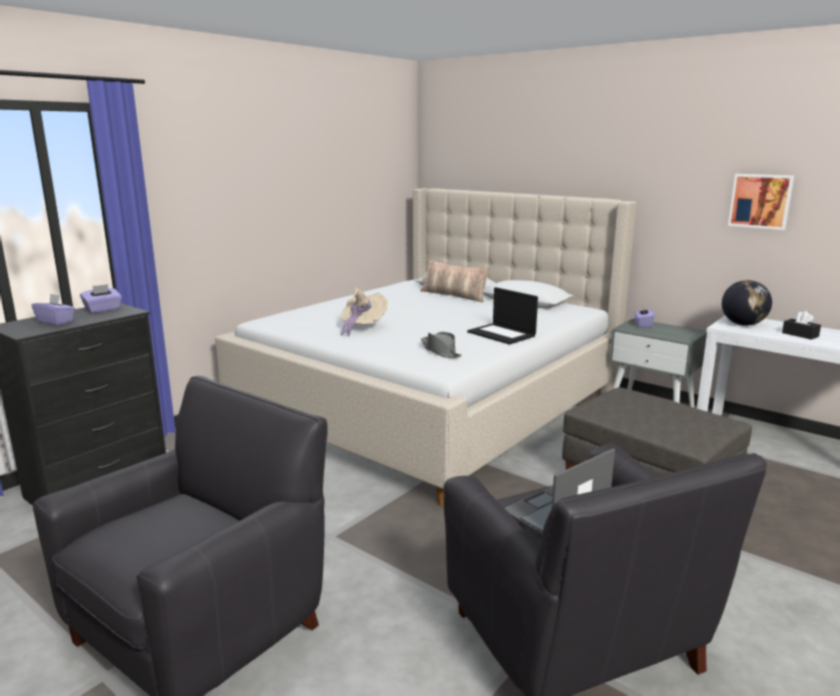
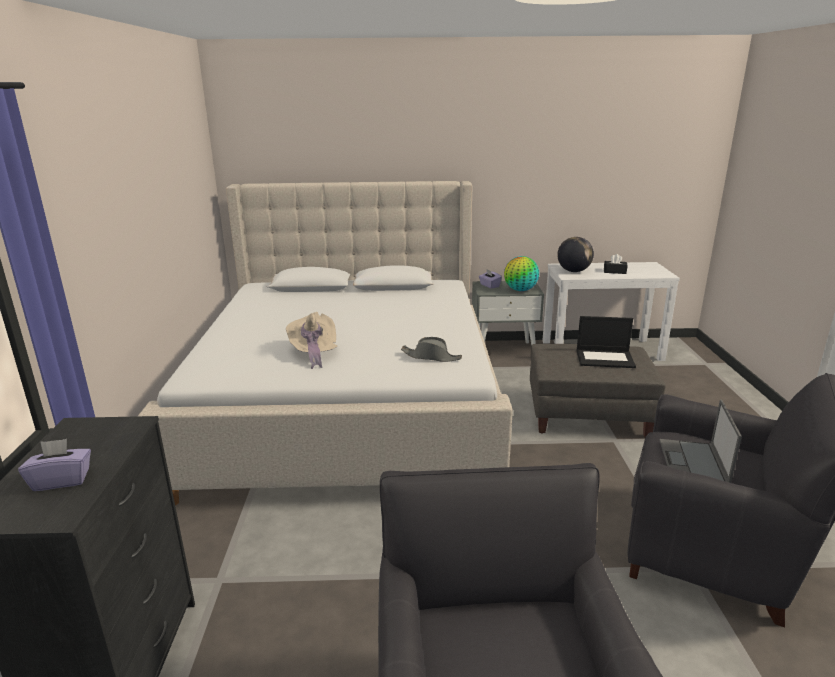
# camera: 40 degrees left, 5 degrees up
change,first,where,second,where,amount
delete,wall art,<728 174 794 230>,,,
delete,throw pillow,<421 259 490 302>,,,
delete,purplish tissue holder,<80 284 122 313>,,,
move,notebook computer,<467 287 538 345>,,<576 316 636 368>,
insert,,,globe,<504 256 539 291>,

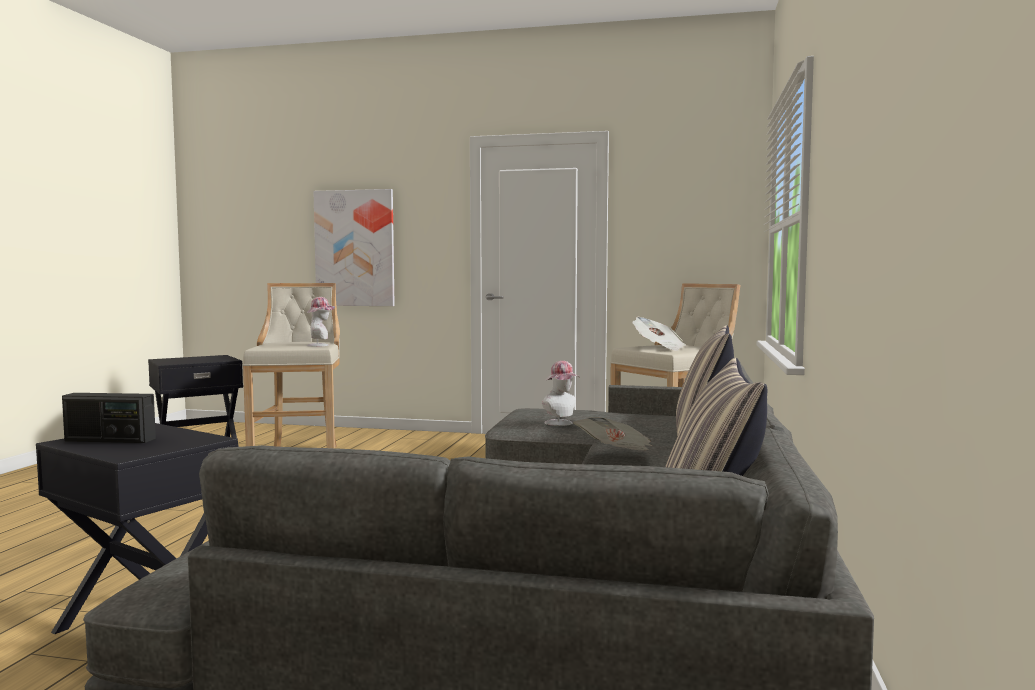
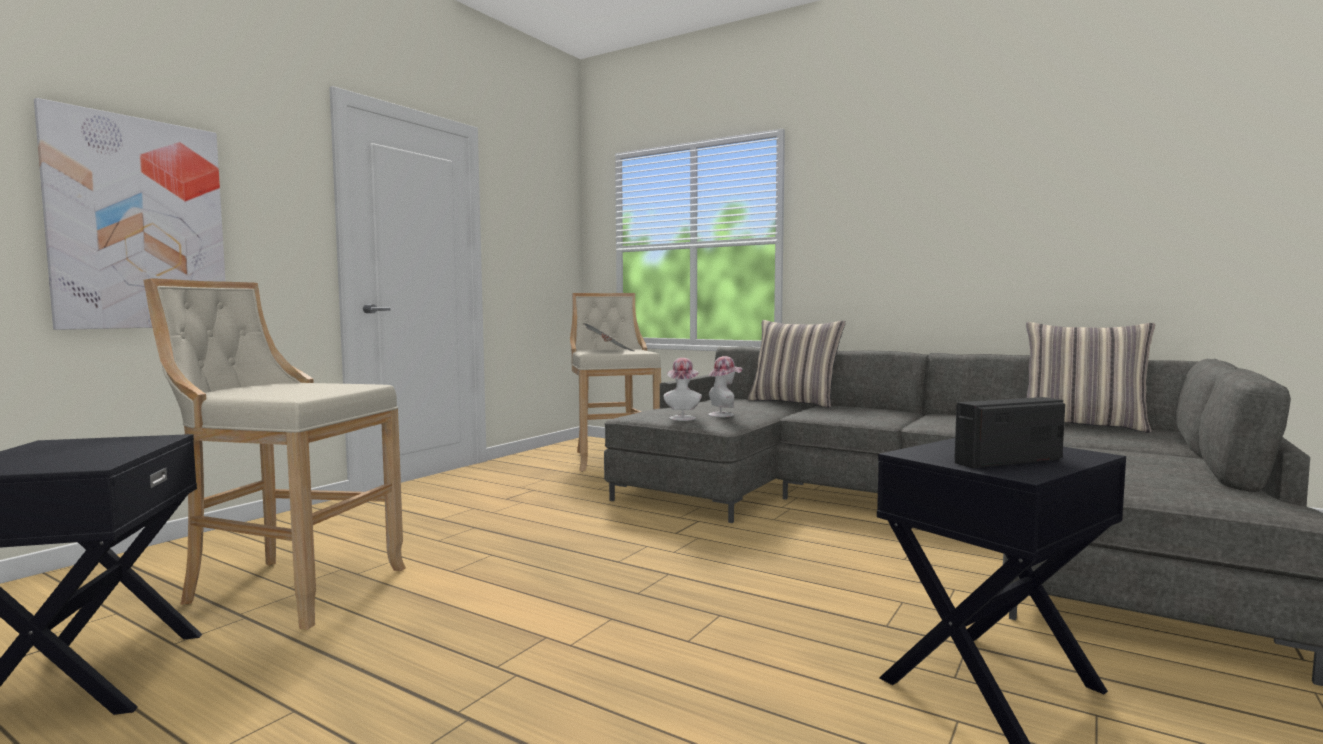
# camera: 70 degrees left, 0 degrees up
change,first,where,second,where,amount
move,clothing hat,<306 297 336 347>,,<663 358 702 421>,
rotate,radio set,<62 393 156 443>,,<954 397 1065 468>,135 degrees counterclockwise
delete,printed paper,<573 417 652 450>,,,

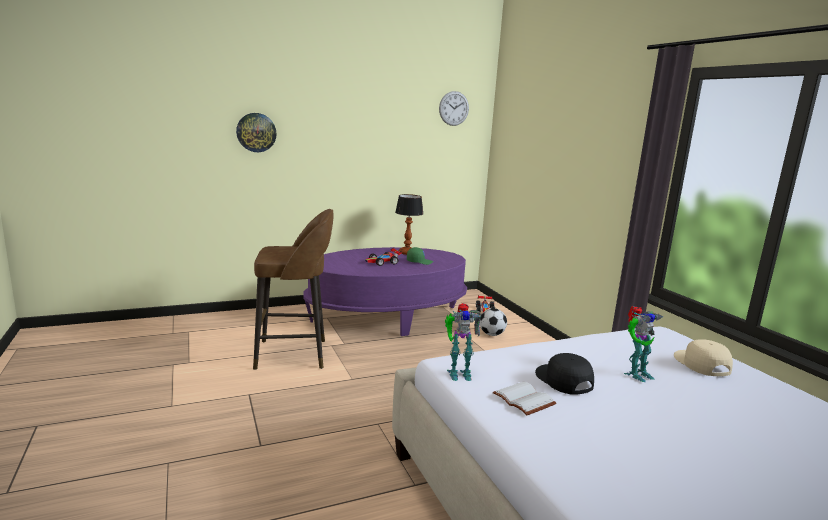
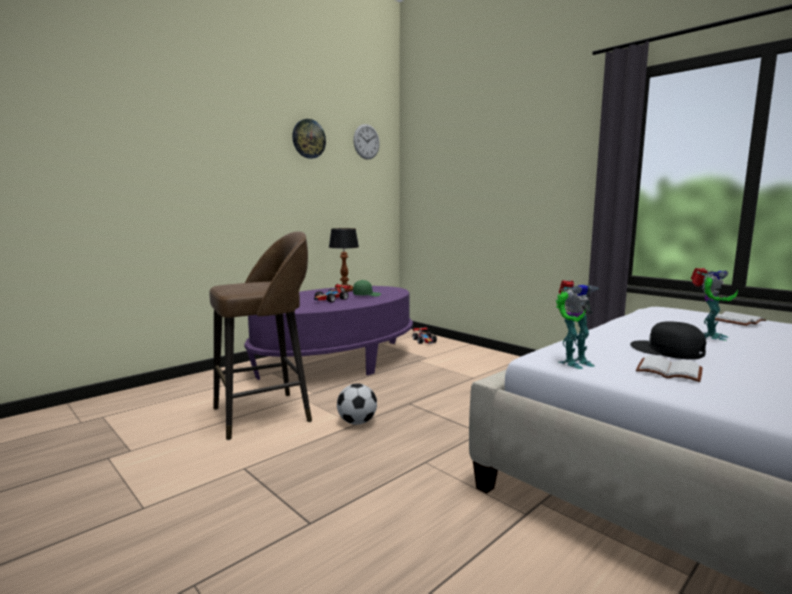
# camera: 20 degrees left, 5 degrees down
change,first,where,second,where,amount
move,clock on the wall,<236 113 277 152>,,<292 119 326 159>,
move,football,<480 308 507 336>,,<337 383 377 425>,
replace,beige-coloured baseball cap,<674 339 733 376>,white-coloured volume,<715 311 766 326>,

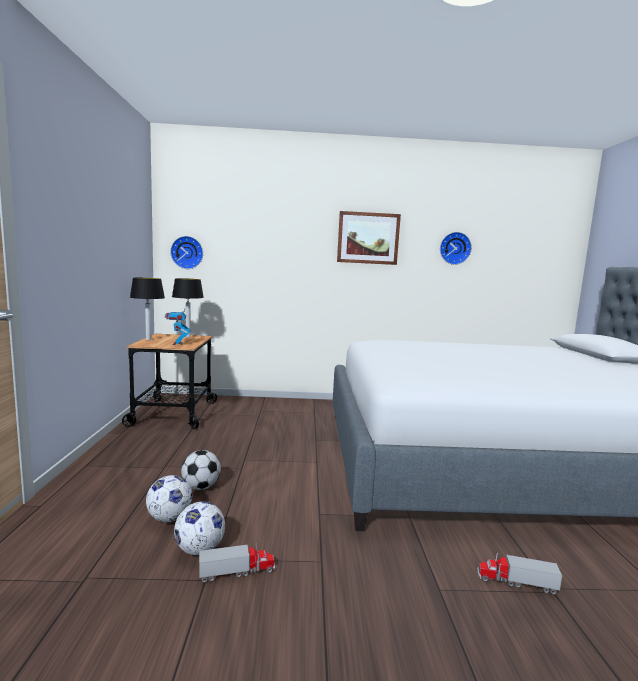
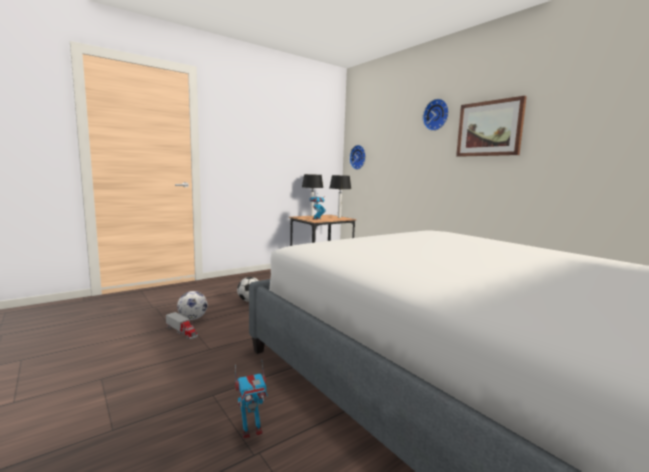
# camera: 55 degrees right, 0 degrees up
change,first,where,second,where,amount
move,clock on the wall,<440 232 472 265>,,<423 99 449 131>,
delete,football,<146 475 193 522>,,,
replace,toy lorry,<477 553 562 595>,toy robot,<235 364 268 438>,

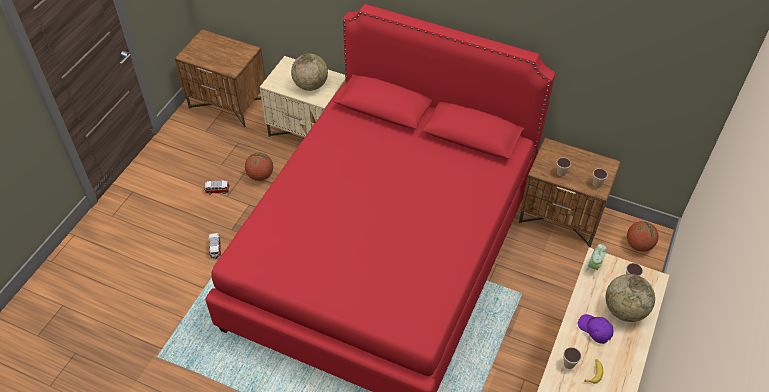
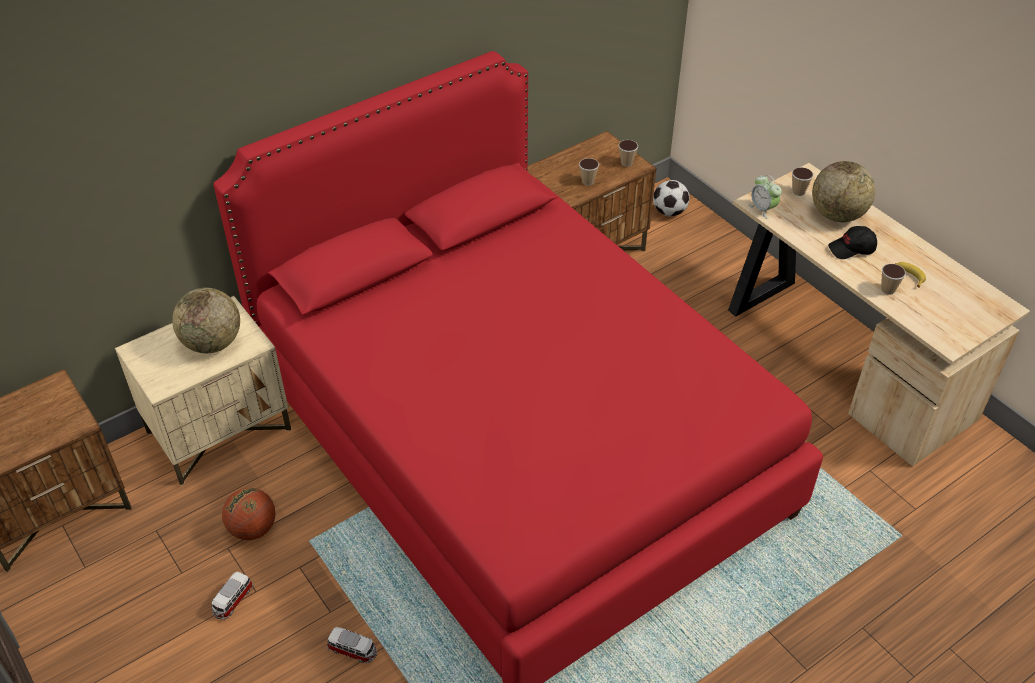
# camera: 60 degrees left, 5 degrees down
change,first,where,second,where,amount
replace,basketball,<627 221 658 252>,football,<653 180 690 217>,
recolor,purplish baseball cap,<578 314 613 344>,blackish baseball cap,<828 226 877 259>,

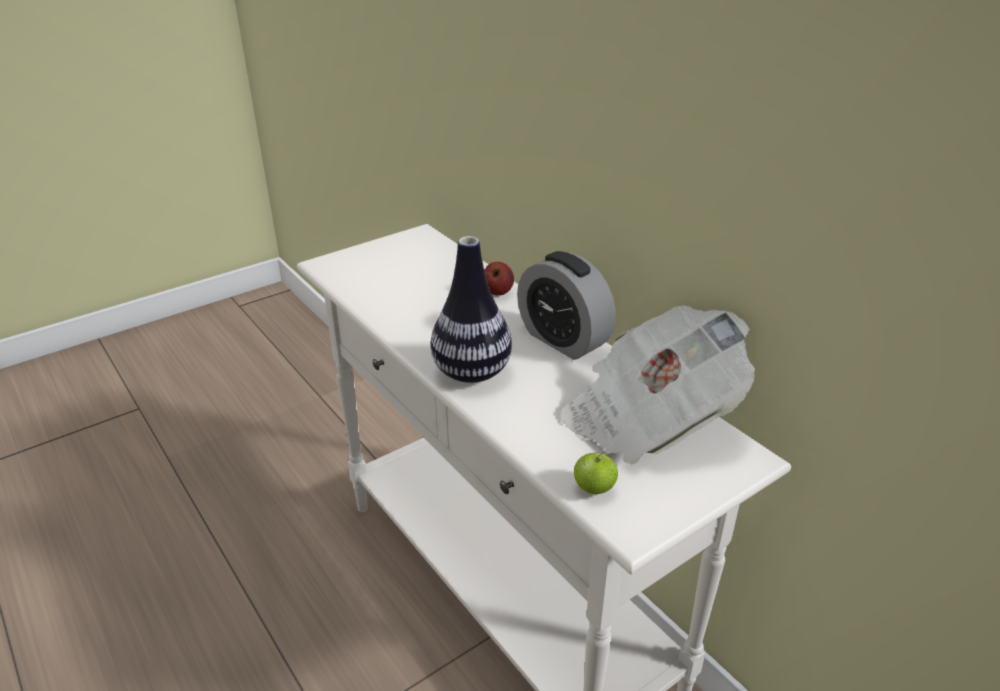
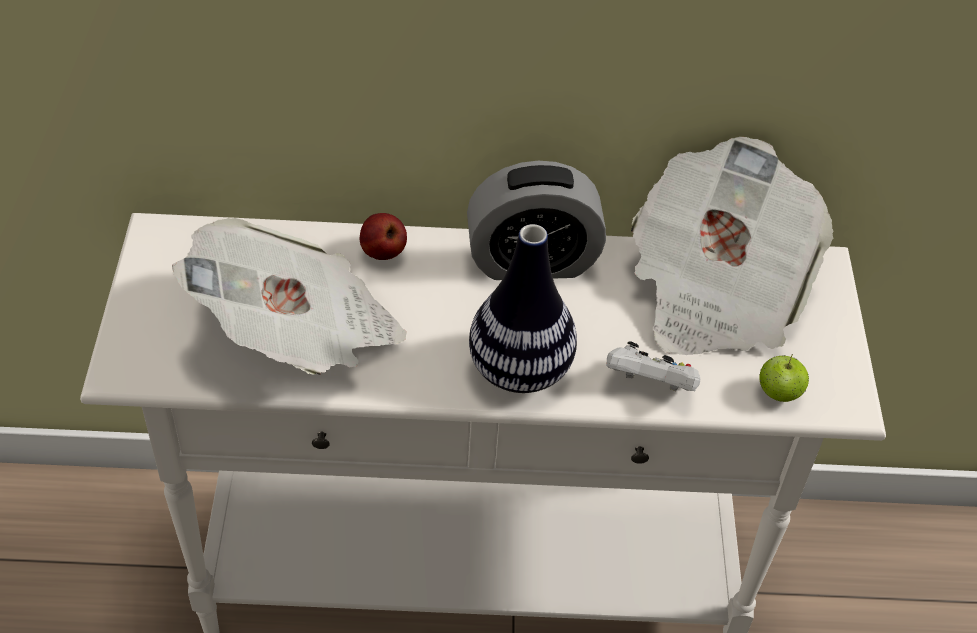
# camera: 55 degrees left, 15 degrees up
change,first,where,second,where,amount
insert,,,printed paper,<172 218 407 375>,
insert,,,white-coloured game controller,<606 341 700 391>,

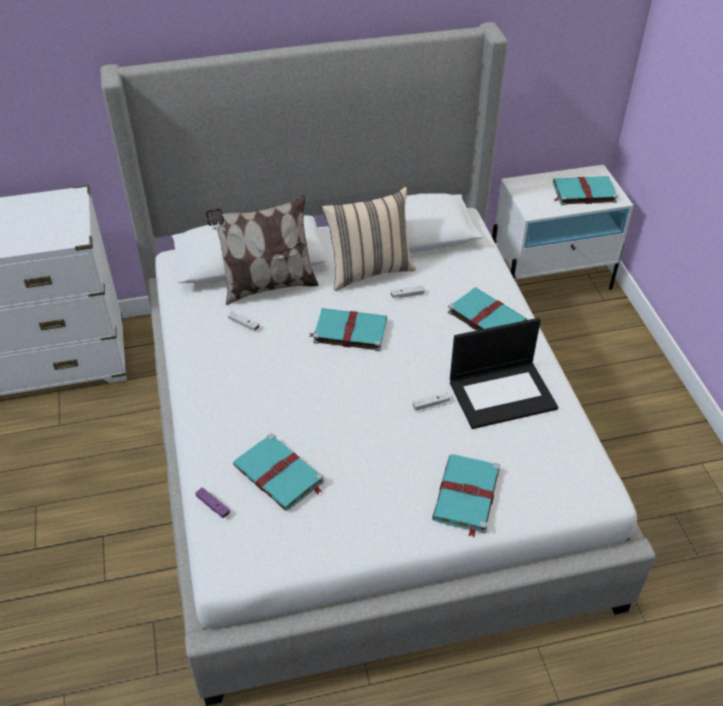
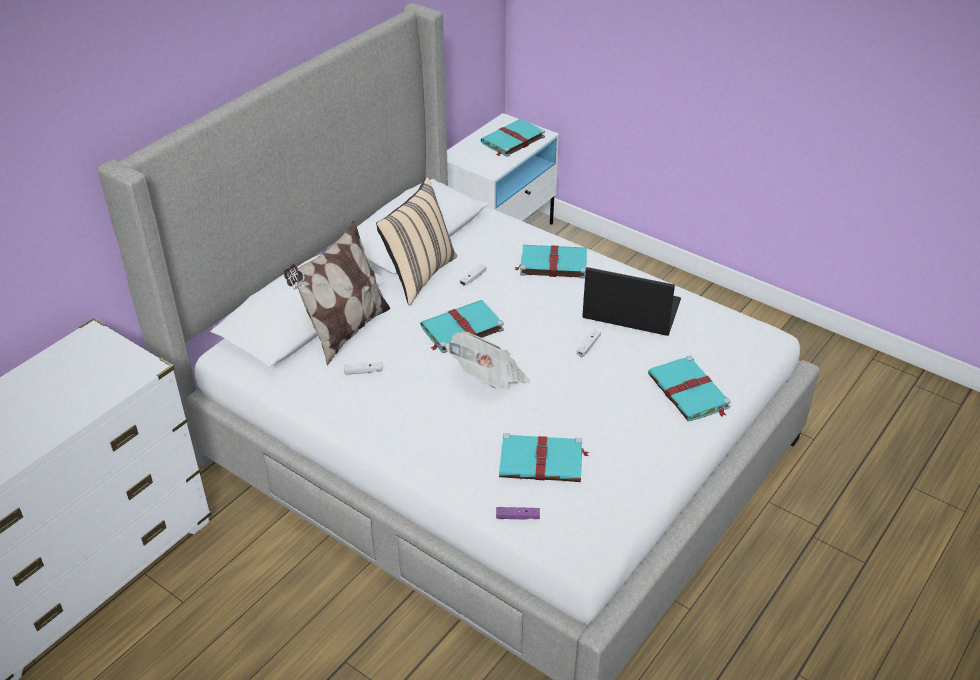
# camera: 40 degrees left, 5 degrees down
change,first,where,second,where,amount
rotate,notebook computer,<450 318 558 429>,,<582 267 681 336>,105 degrees counterclockwise
insert,,,printed paper,<445 332 530 388>,

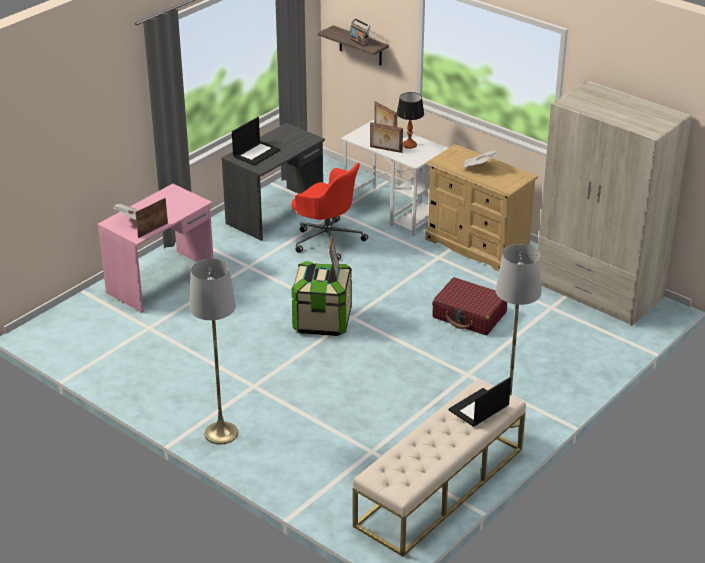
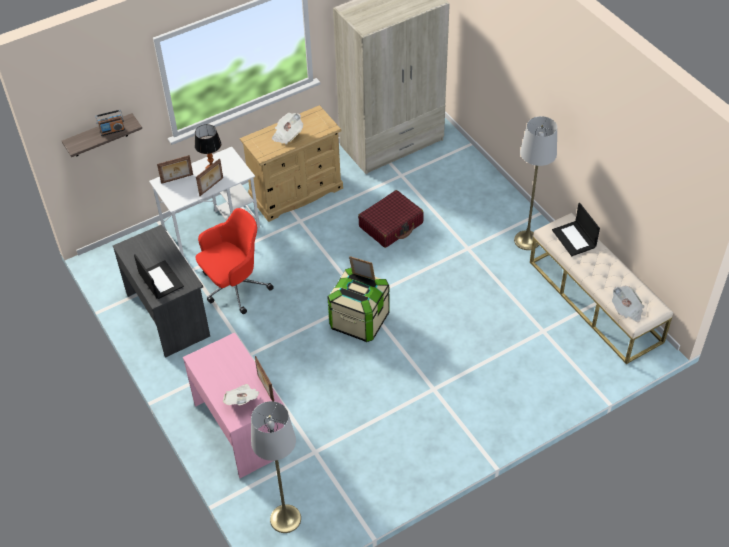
# camera: 70 degrees left, 15 degrees up
change,first,where,second,where,amount
move,grey standing lamp,<189 259 238 444>,,<251 401 301 533>,
insert,,,printed paper,<612 286 644 322>,

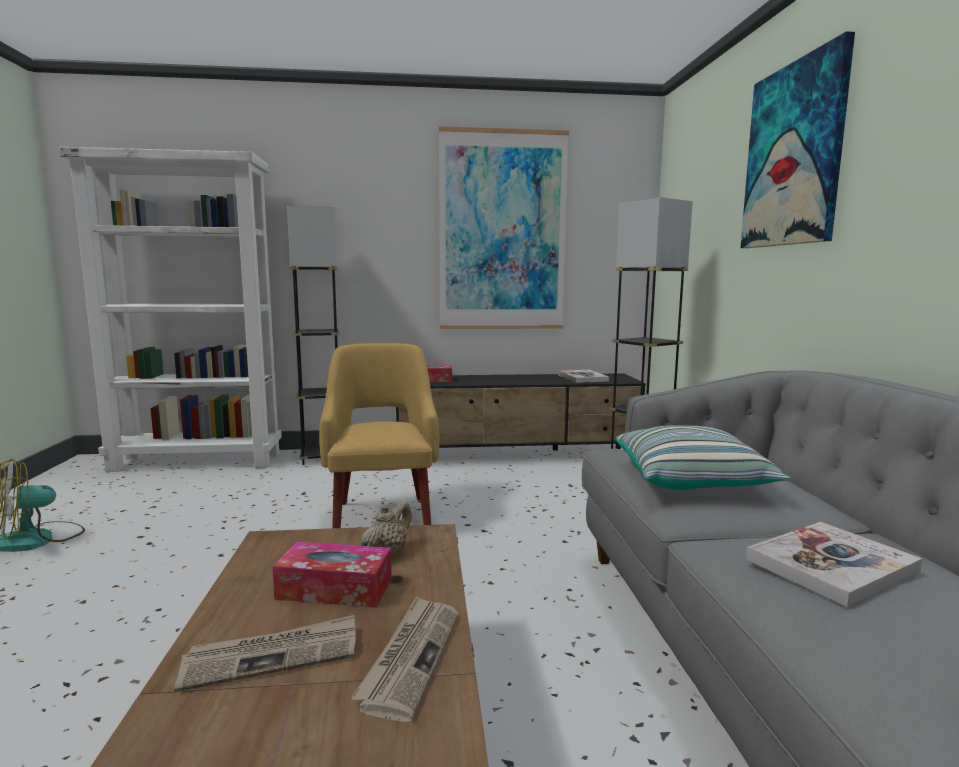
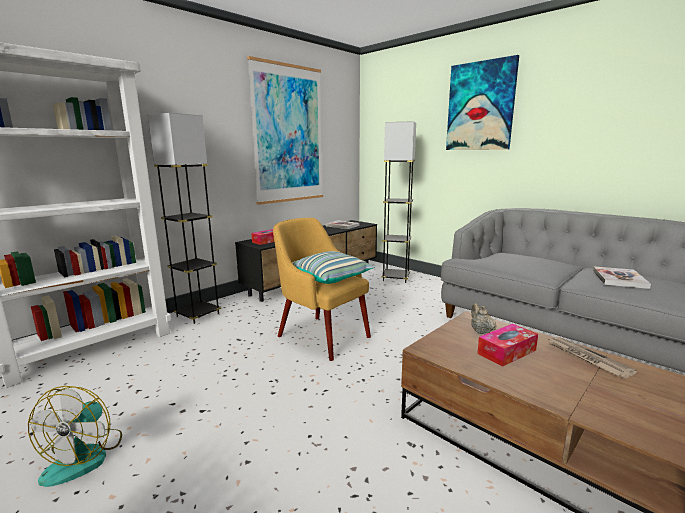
# camera: 40 degrees left, 5 degrees up
change,first,where,second,where,amount
move,throw pillow,<616 425 791 490>,,<292 251 375 284>,
delete,printed paper,<174 615 356 692>,,,

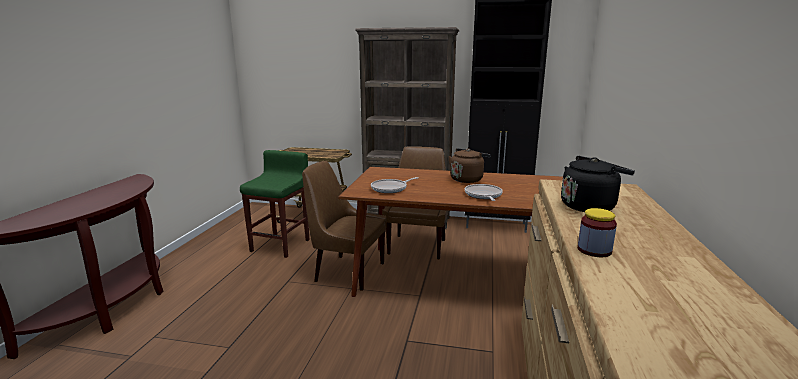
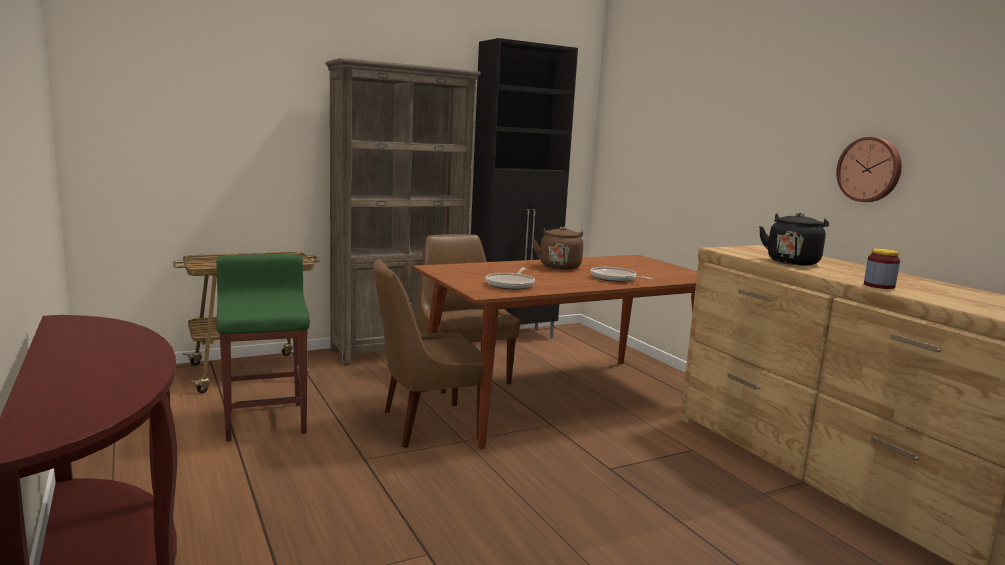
# camera: 40 degrees left, 5 degrees down
change,first,where,second,where,amount
insert,,,clock on the wall,<836 137 902 202>,

